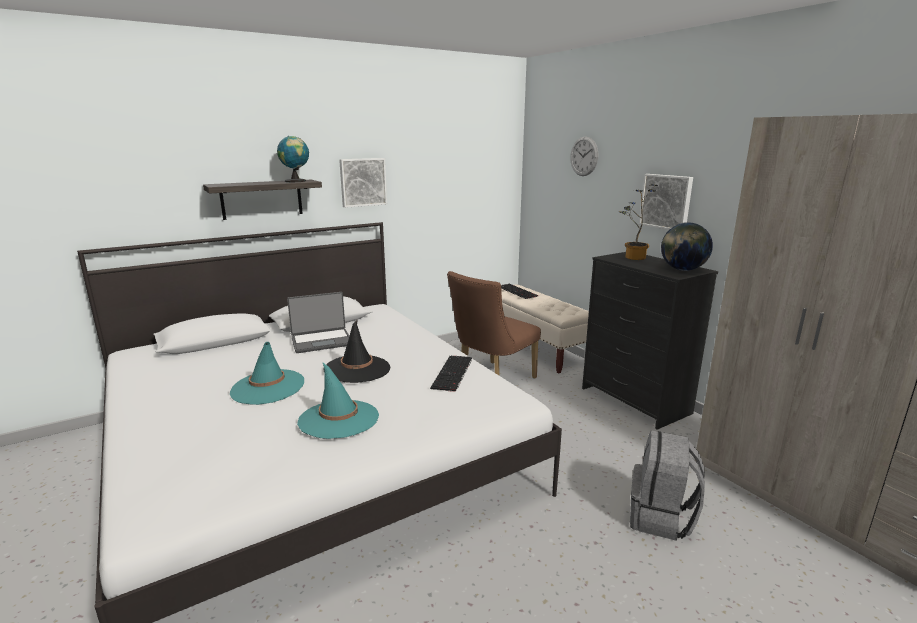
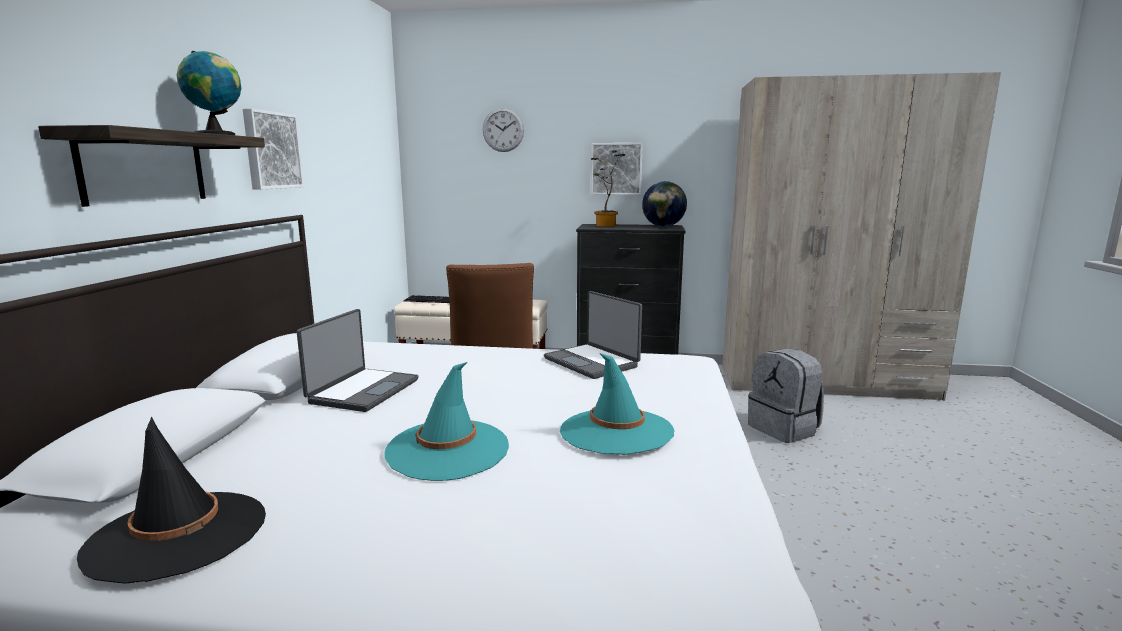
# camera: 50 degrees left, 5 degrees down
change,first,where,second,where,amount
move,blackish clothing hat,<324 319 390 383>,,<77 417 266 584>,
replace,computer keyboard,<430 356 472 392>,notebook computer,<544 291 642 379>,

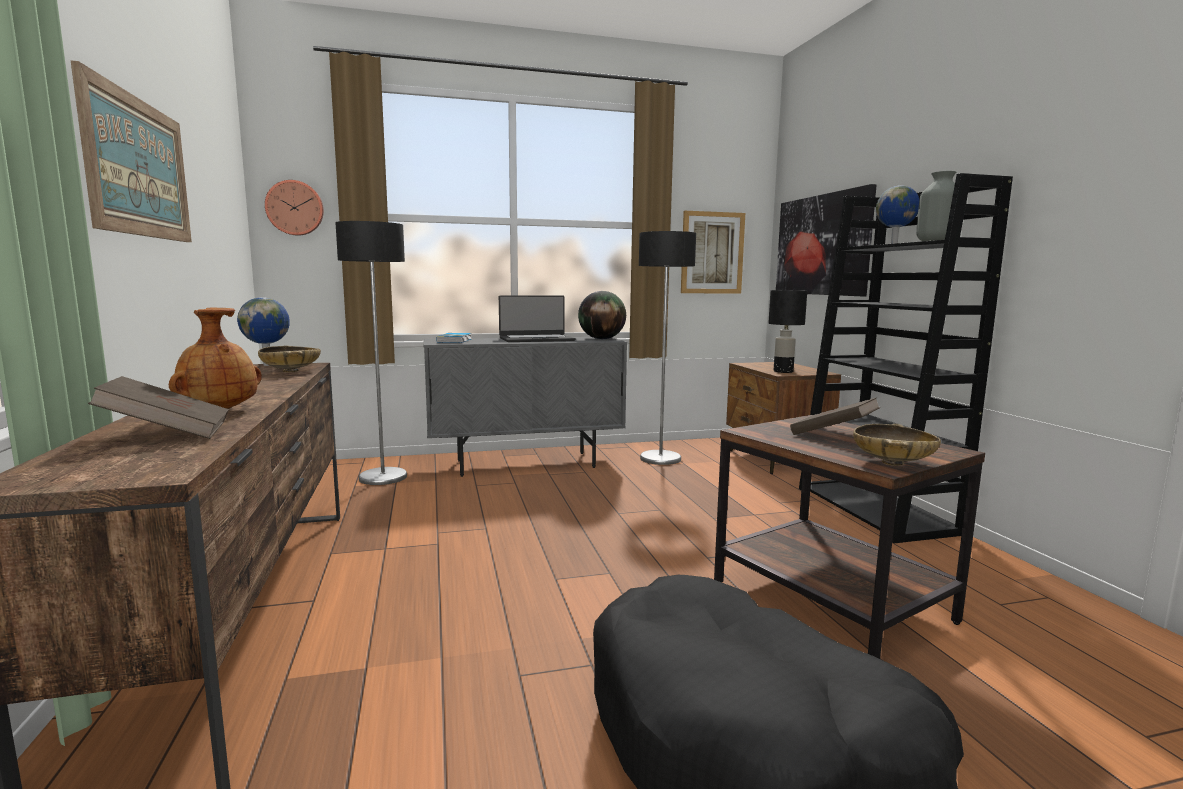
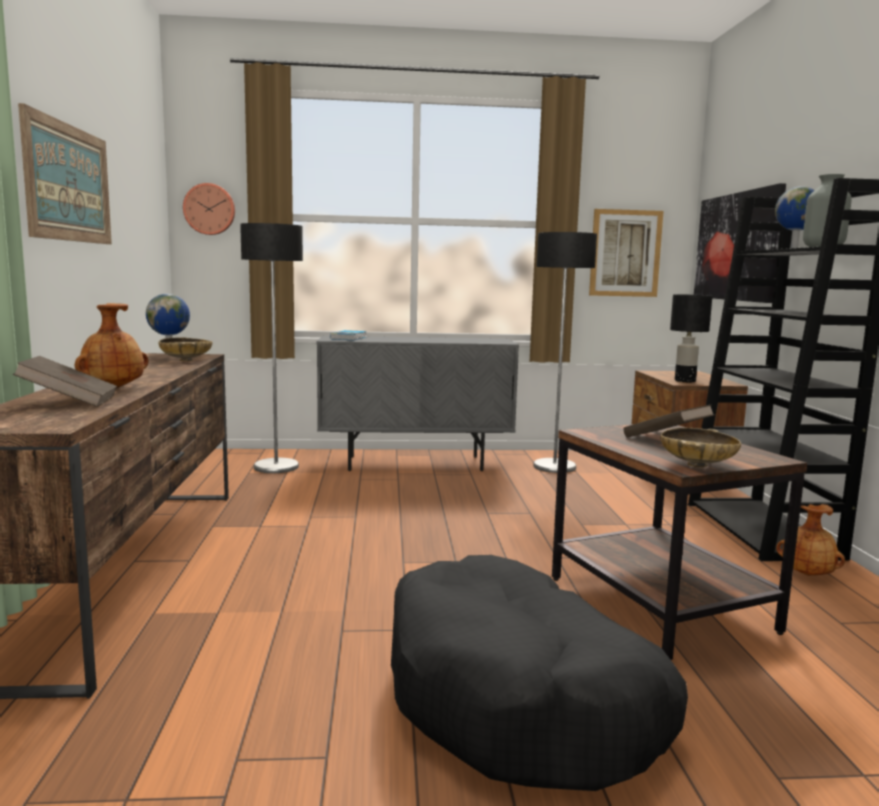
# camera: 10 degrees right, 0 degrees up
change,first,where,second,where,amount
delete,globe,<578 291 626 339>,,,
delete,notebook computer,<499 295 575 342>,,,
insert,,,brownish vase,<776 504 845 576>,

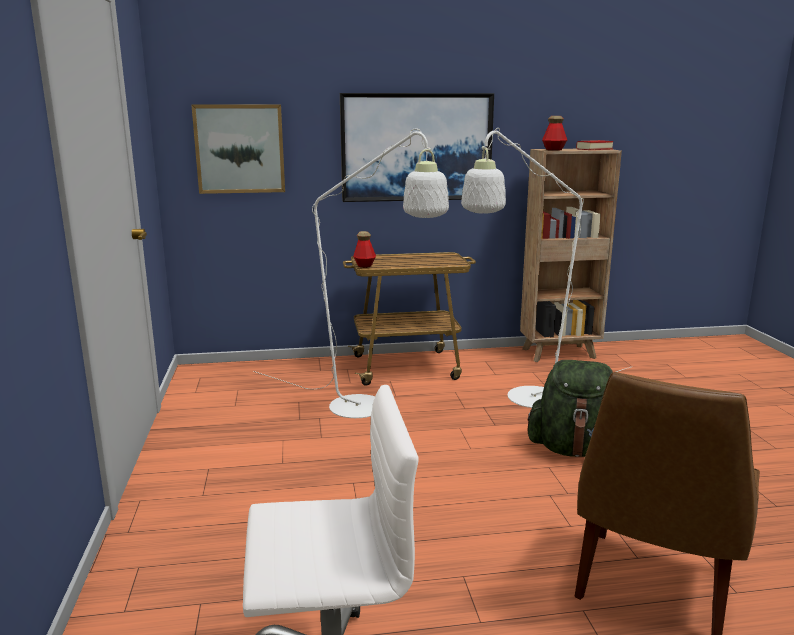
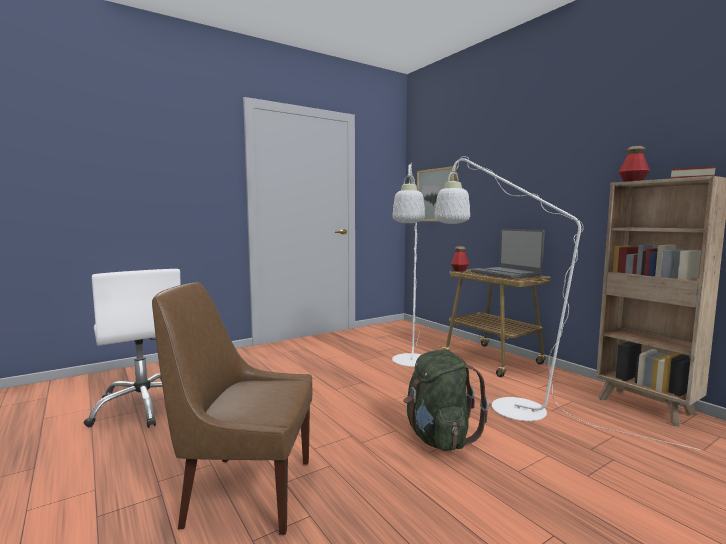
# camera: 65 degrees right, 10 degrees down
change,first,where,second,where,amount
delete,wall art,<340 93 494 202>,,,
insert,,,notebook computer,<471 229 545 279>,

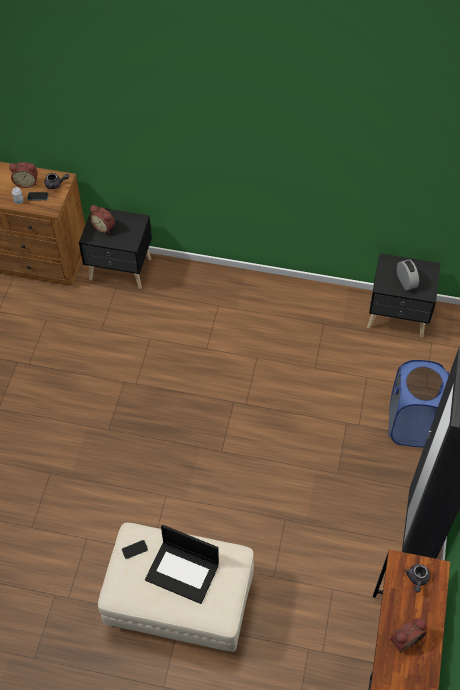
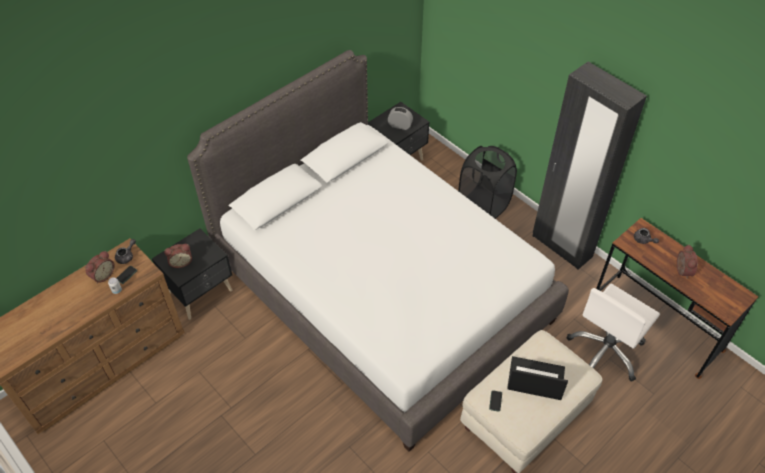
# camera: 55 degrees left, 5 degrees down
change,first,where,second,where,amount
recolor,bluish washing basket,<389 360 449 447>,blackish washing basket,<458 146 517 219>,
rotate,notebook computer,<145 524 219 604>,,<507 356 568 400>,135 degrees counterclockwise
insert,,,white-coloured sleeping bed,<187 50 569 452>,
insert,,,white-coloured desk chair,<567 283 660 382>,

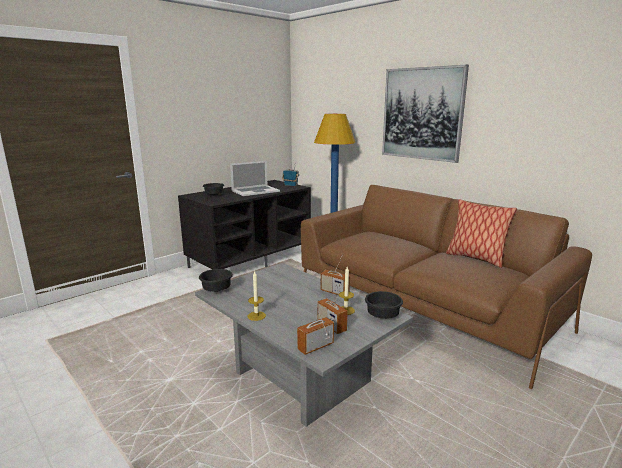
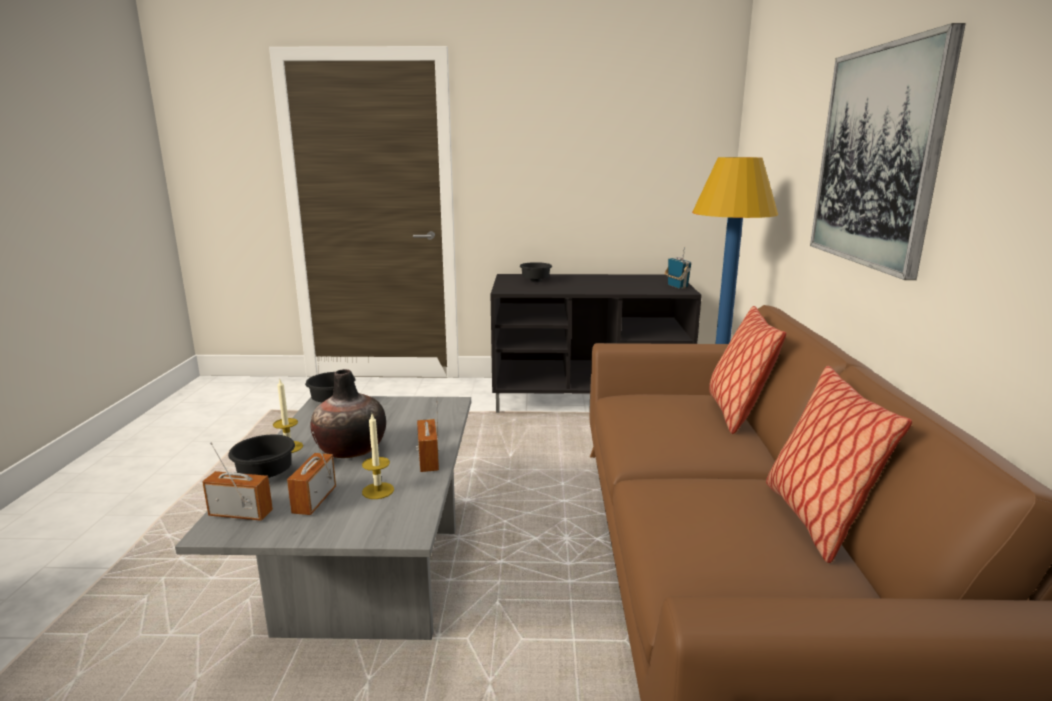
# camera: 45 degrees right, 0 degrees up
change,first,where,second,where,amount
delete,notebook computer,<230 161 280 196>,,,
move,blackish bowl,<365 291 403 319>,,<228 435 295 478>,
insert,,,throw pillow,<709 306 786 434>,
insert,,,vase,<310 369 386 458>,

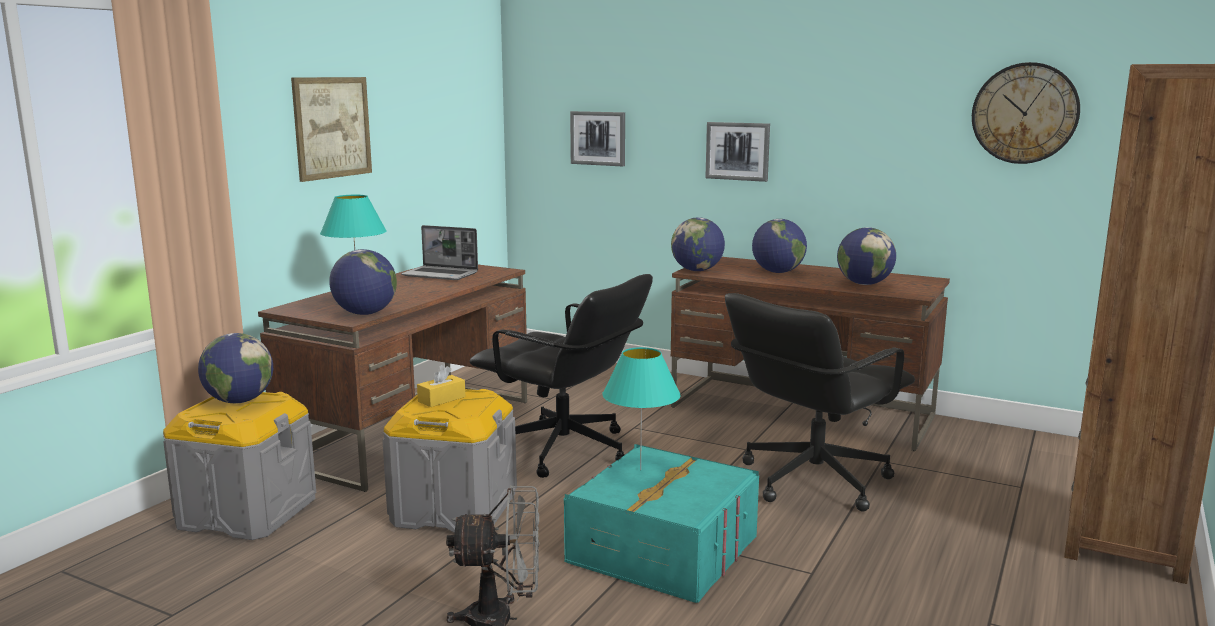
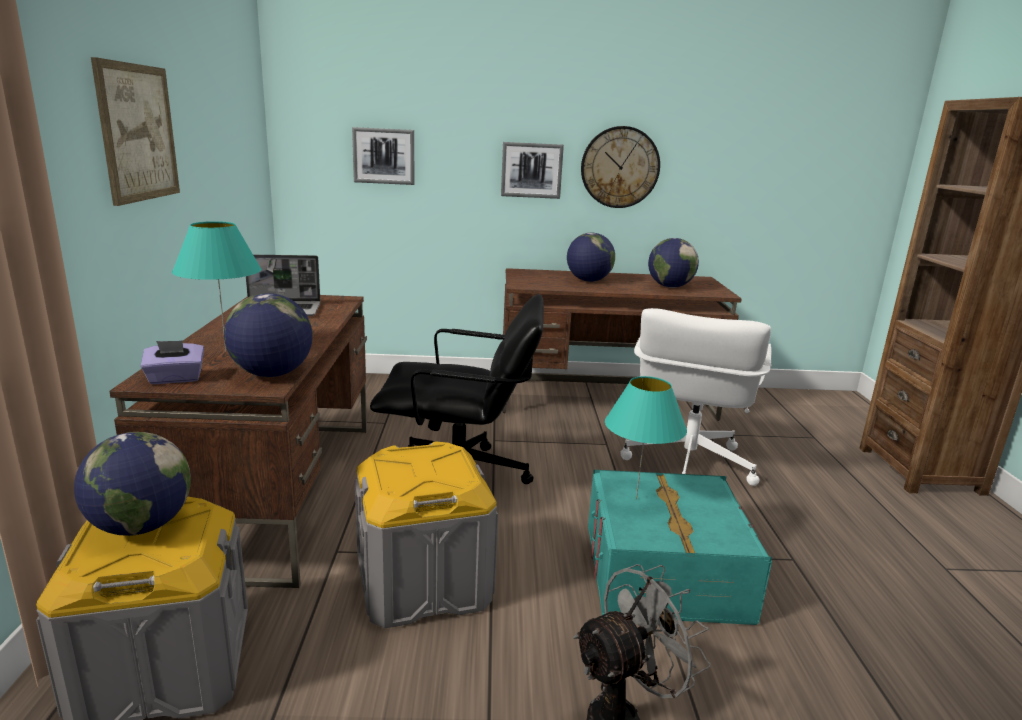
# camera: 30 degrees left, 5 degrees up
change,first,where,second,where,amount
move,clock on the wall,<972 62 1080 164>,,<581 126 660 208>,
delete,globe,<671 217 725 271>,,,
recolor,blackish desk chair,<725 293 915 512>,white-coloured desk chair,<620 308 771 486>,
delete,yellowish tissue holder,<417 365 465 407>,,,
insert,,,purplish tissue holder,<140 340 204 384>,

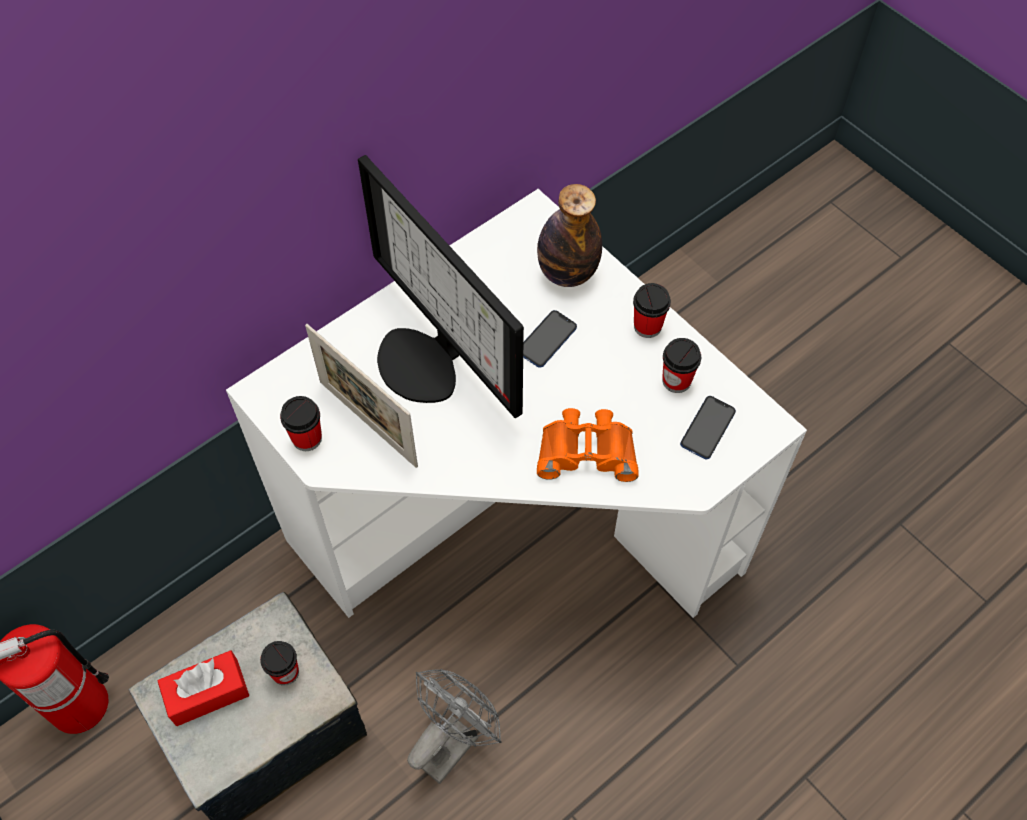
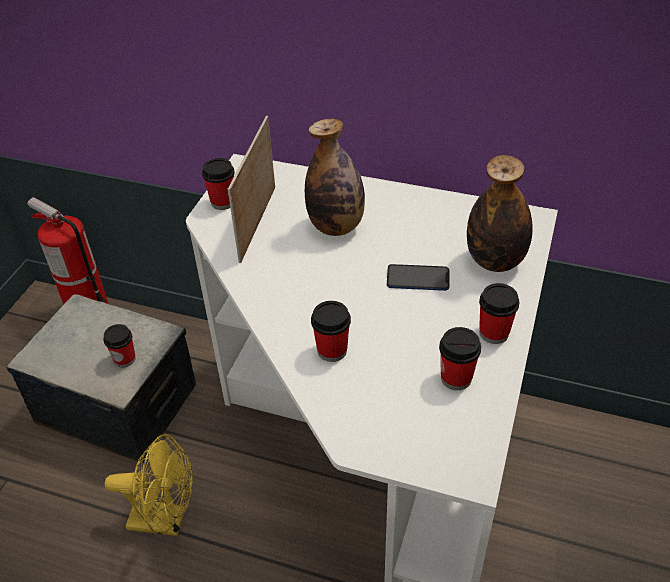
# camera: 60 degrees right, 15 degrees down
change,first,where,second,where,amount
replace,computer display,<358 155 524 418>,bottle,<305 119 365 236>,
delete,phone,<680 396 736 459>,,,
replace,orangey binoculars,<537 408 638 482>,drinking cup,<311 301 351 362>,
delete,red-coloured tissue holder,<158 650 249 726>,,,
recolor,grey cooling fan,<407 669 501 784>,yellowish cooling fan,<105 434 193 536>,

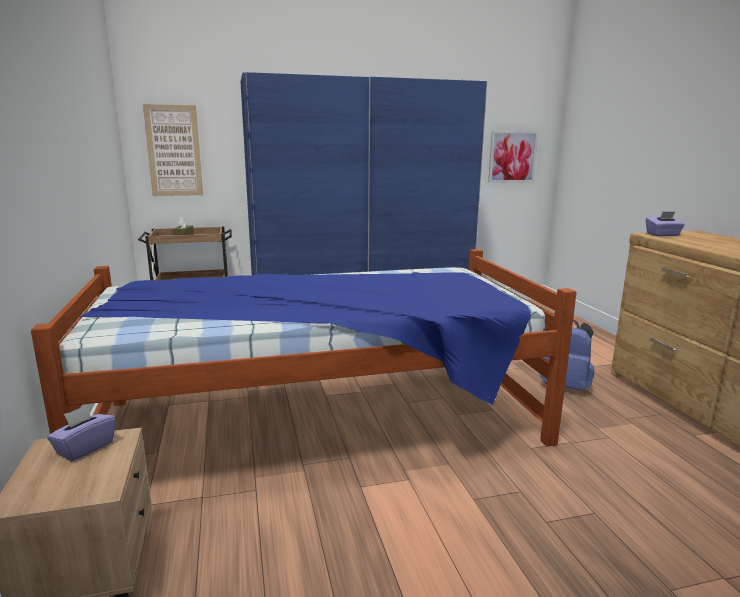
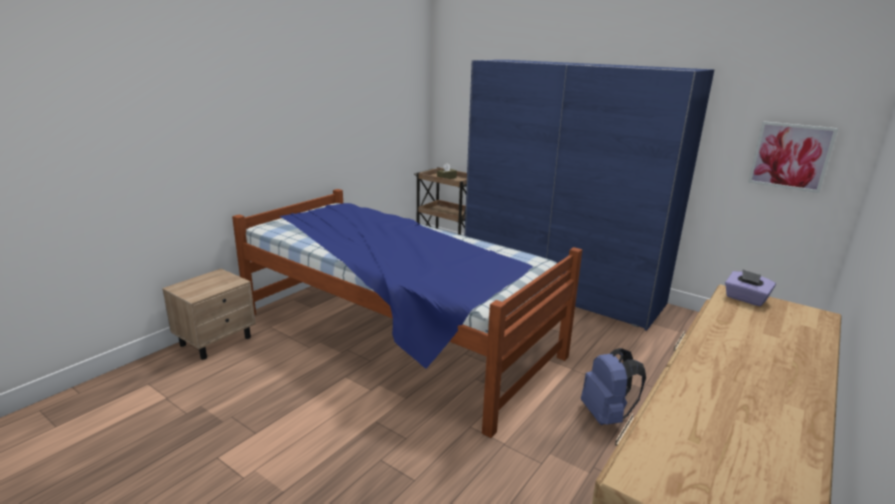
# camera: 50 degrees right, 5 degrees up
change,first,where,second,where,amount
delete,wall art,<143 104 203 196>,,,
delete,purplish tissue holder,<47 405 116 462>,,,

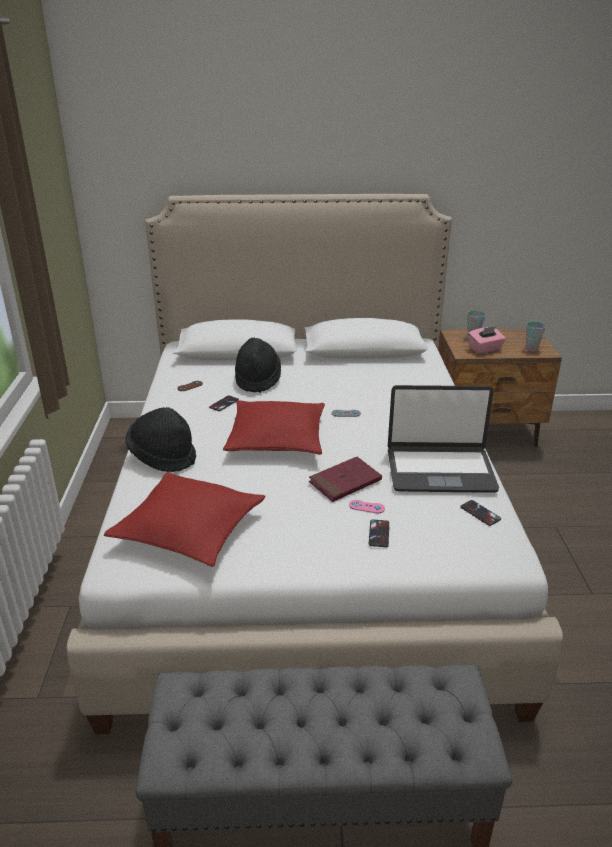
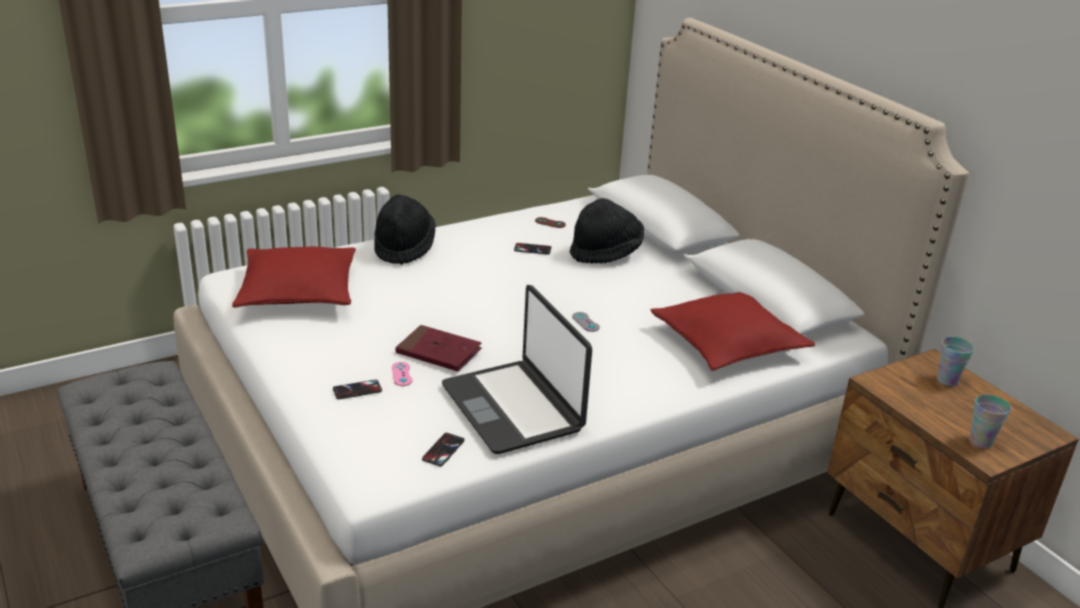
# camera: 60 degrees right, 0 degrees up
change,first,where,second,where,amount
delete,pinkish tissue holder,<468 326 506 354>,,,
move,red-coloured throw pillow,<223 400 325 455>,,<650 292 815 371>,

